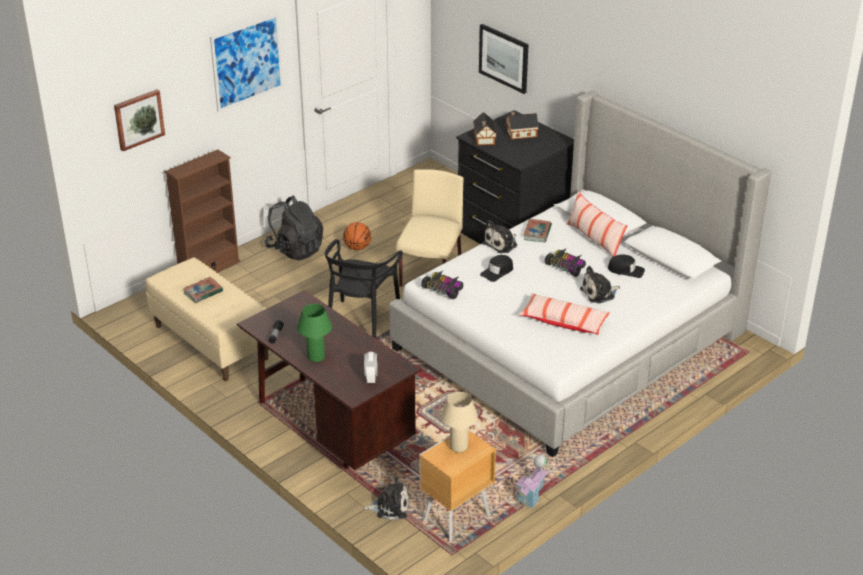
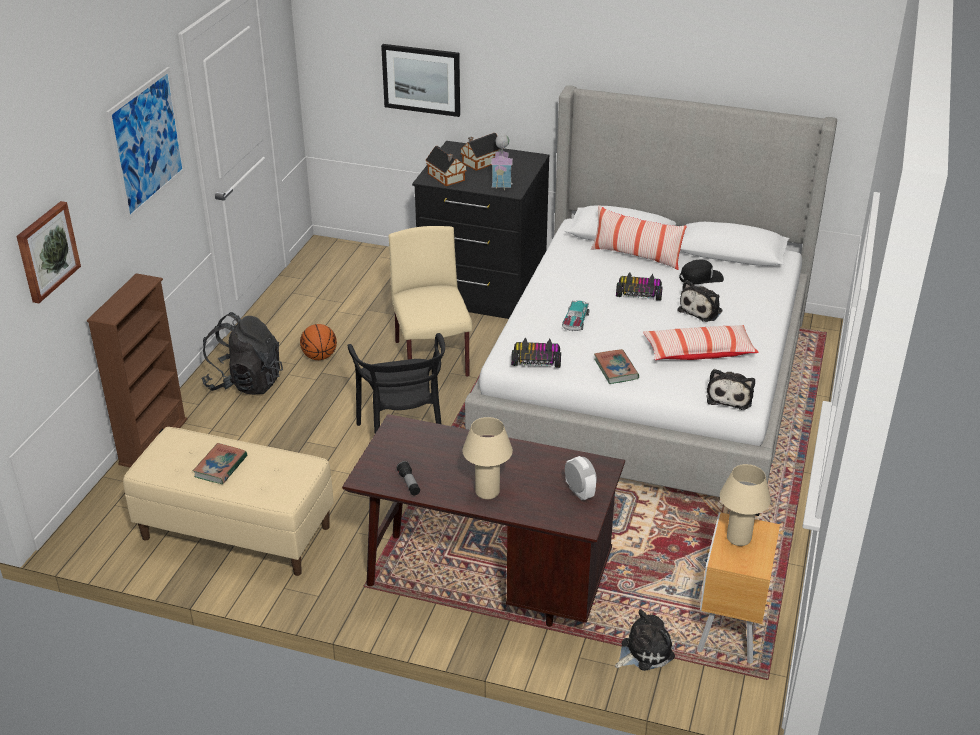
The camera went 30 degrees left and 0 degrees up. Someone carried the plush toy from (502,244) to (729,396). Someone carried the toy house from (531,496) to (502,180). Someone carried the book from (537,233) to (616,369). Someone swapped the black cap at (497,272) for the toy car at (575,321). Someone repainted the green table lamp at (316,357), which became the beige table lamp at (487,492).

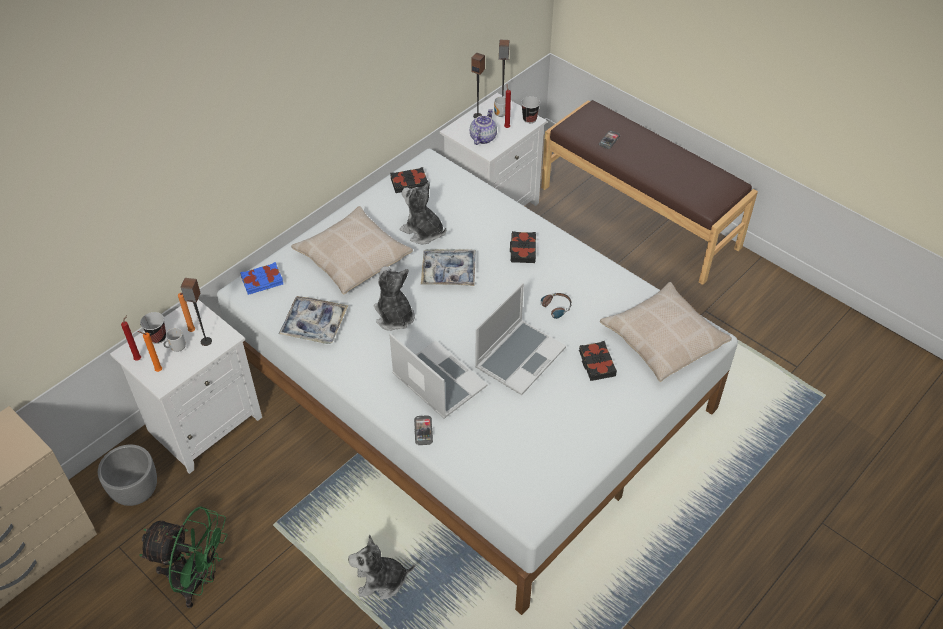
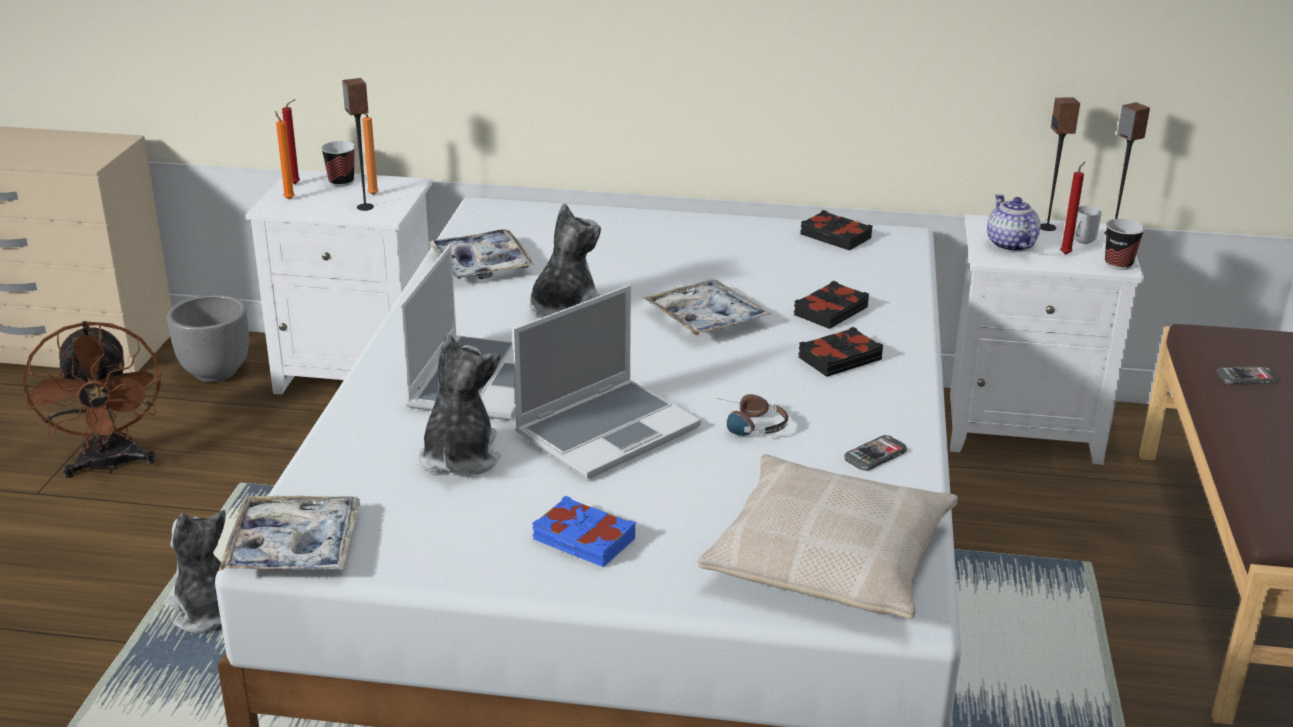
The camera went 55 degrees right and 20 degrees down. Someone took away the mug at (177,348). Someone took away the beige pillow at (353,258). Someone put down the tray at (294,547). Someone carried the blue book from (262,281) to (583,540). Someone carried the plush toy from (423,232) to (459,456). Someone carried the phone from (423,431) to (875,455). Someone carried the black book from (596,364) to (829,311). Someone repainted the green fan at (197,581), which became the brown fan at (110,465). Someone rotated the teapot at (482,138) by 90 degrees counterclockwise. Someone rotated the laptop at (519,357) by 45 degrees counterclockwise.

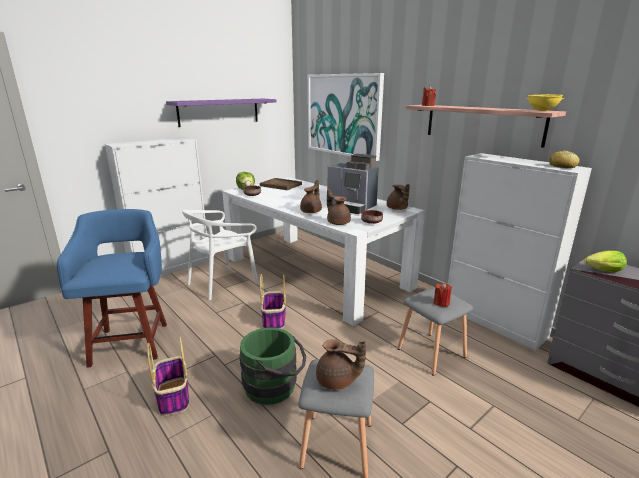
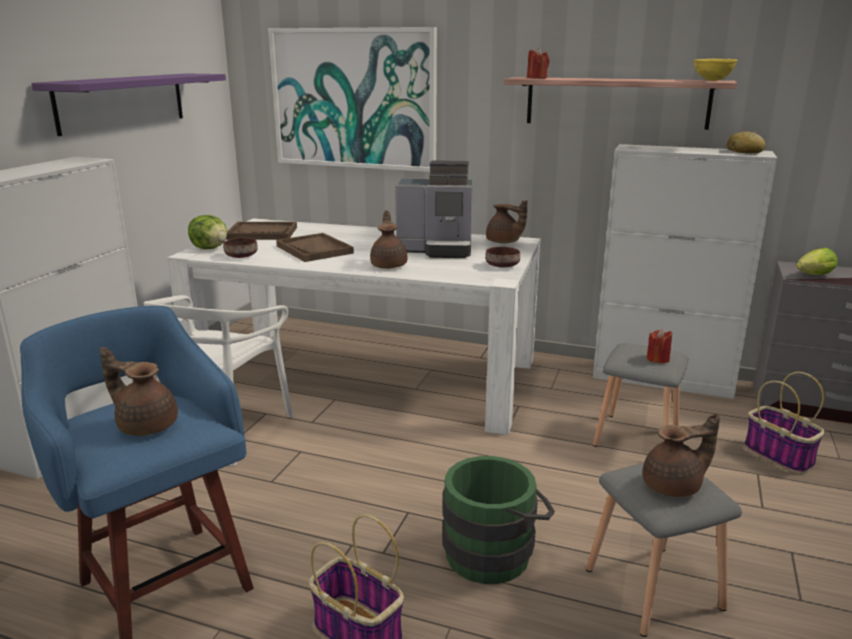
The camera went 30 degrees left and 0 degrees up. Someone put down the brown tray at (314,249). Someone carried the basket from (274,320) to (780,456). Someone carried the brown teapot from (338,222) to (146,425).

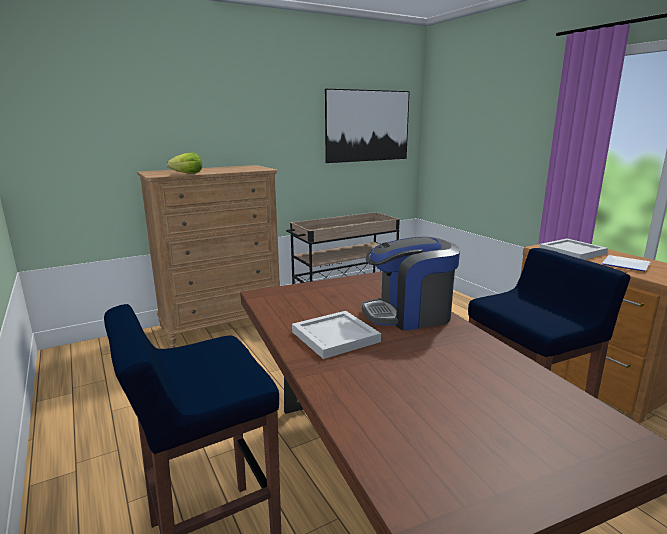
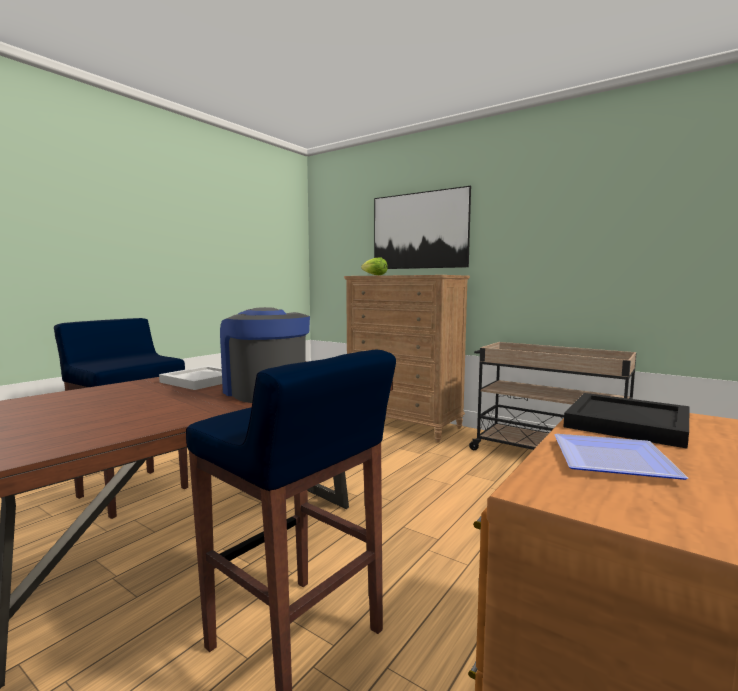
The camera went 65 degrees right and 10 degrees down. Someone carried the picture from (368,126) to (419,230). Someone repainted the white tray at (572,251), which became the black tray at (629,423).

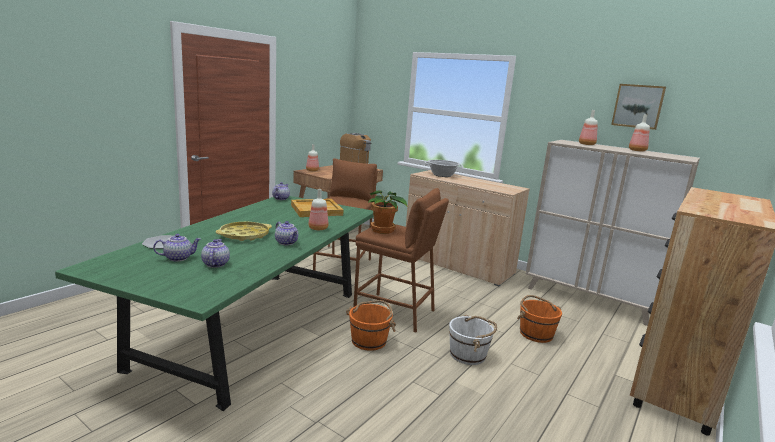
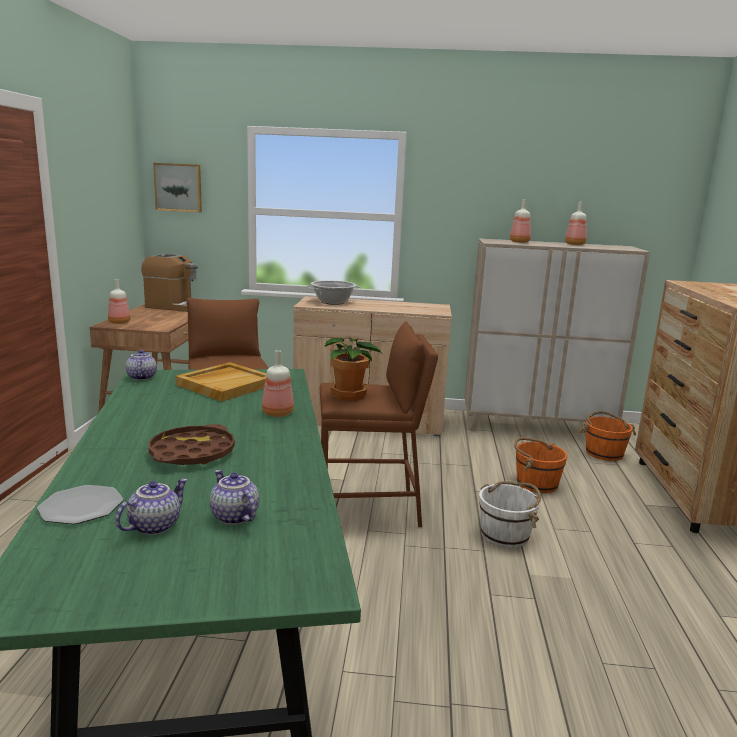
The camera went 30 degrees left and 0 degrees up. Someone took away the teapot at (287,242). Someone carried the orange bucket from (369,340) to (604,453). Someone carried the picture from (638,106) to (178,187). Someone repainted the yellow tray at (244,235), which became the brown tray at (192,453).

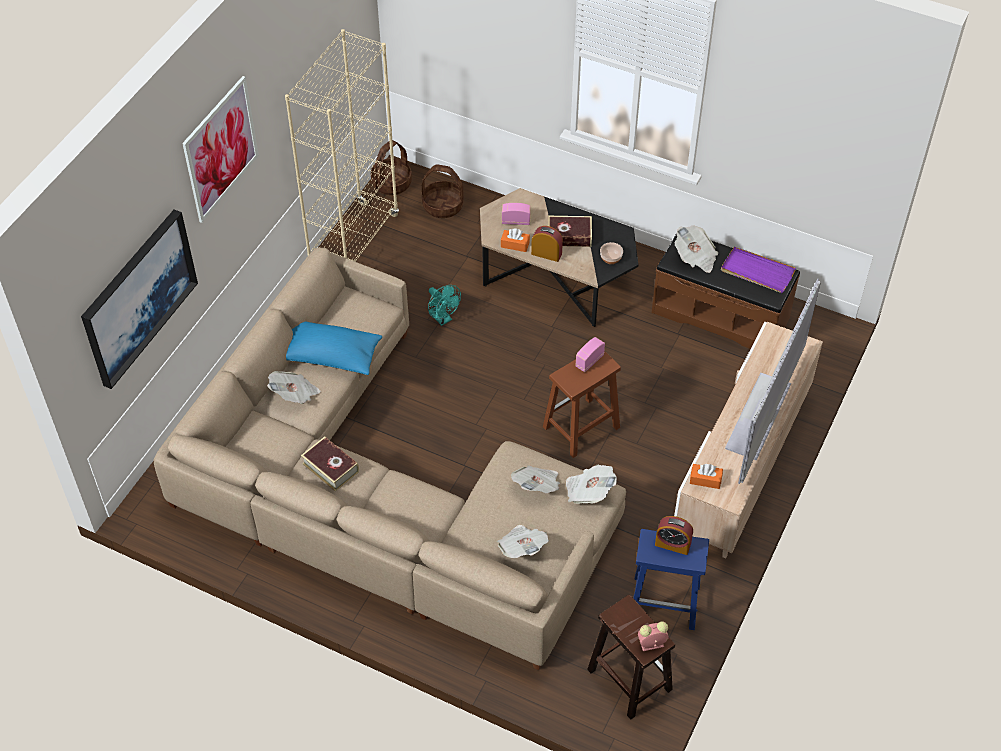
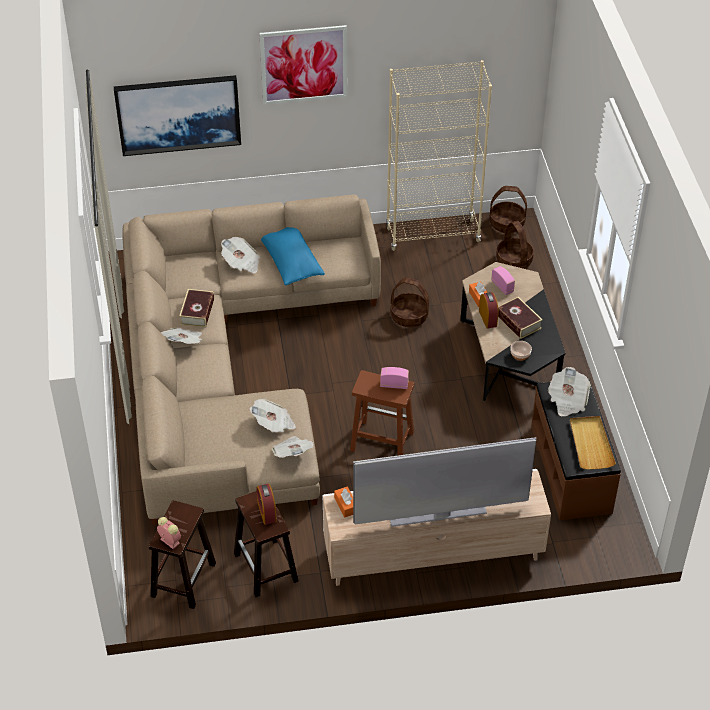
The camera went 55 degrees right and 5 degrees down. Someone carried the newspaper from (522,548) to (184,343). Someone swapped the turquoise fan at (443,318) for the basket at (409,316). Someone repainted the blue stool at (665,602), which became the brown stool at (266,568). Someone repainted the purple tray at (757,272), which became the beige tray at (590,444).

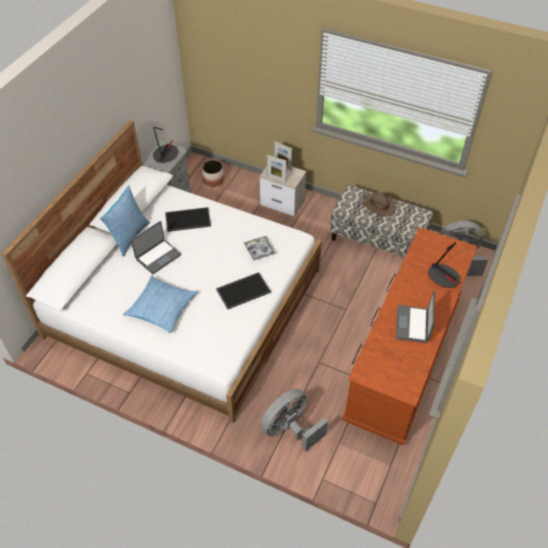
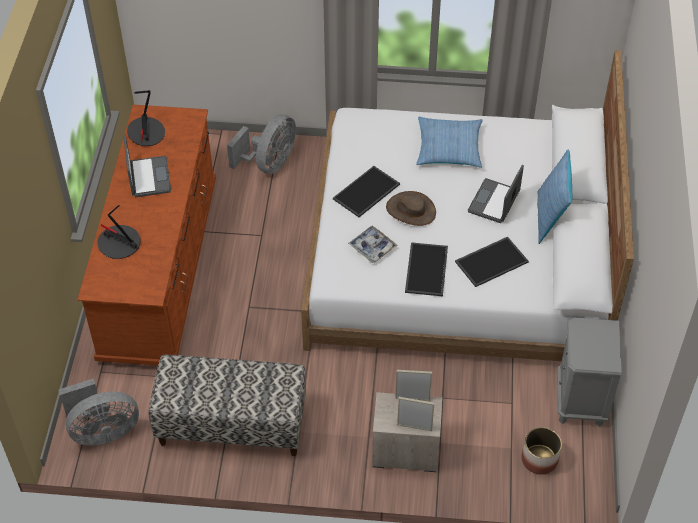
The camera went 160 degrees right and 0 degrees up. Someone put down the tray at (425,269). Someone carried the table lamp from (165,154) to (146,133). Someone carried the brown hat from (378,205) to (411,210).

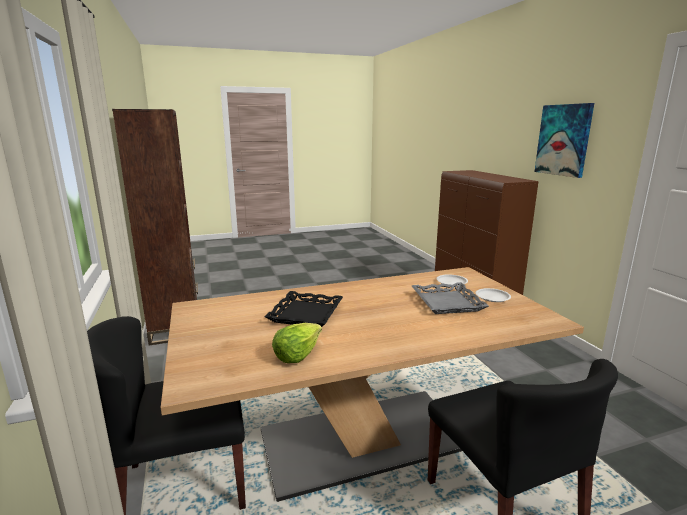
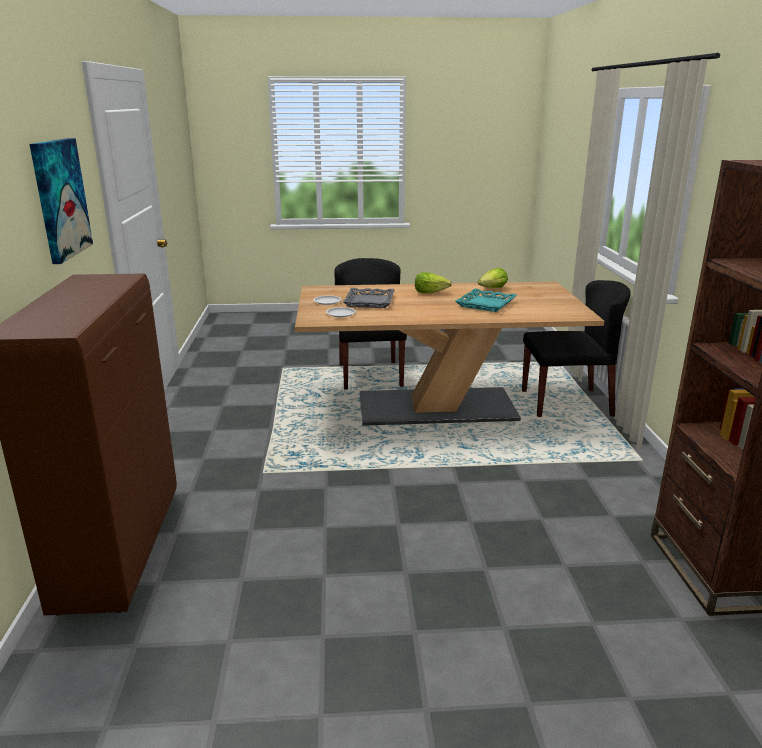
The camera went 165 degrees left and 5 degrees up. Someone put down the lettuce at (430,292). Someone repainted the black tray at (306,314), which became the turquoise tray at (485,304).

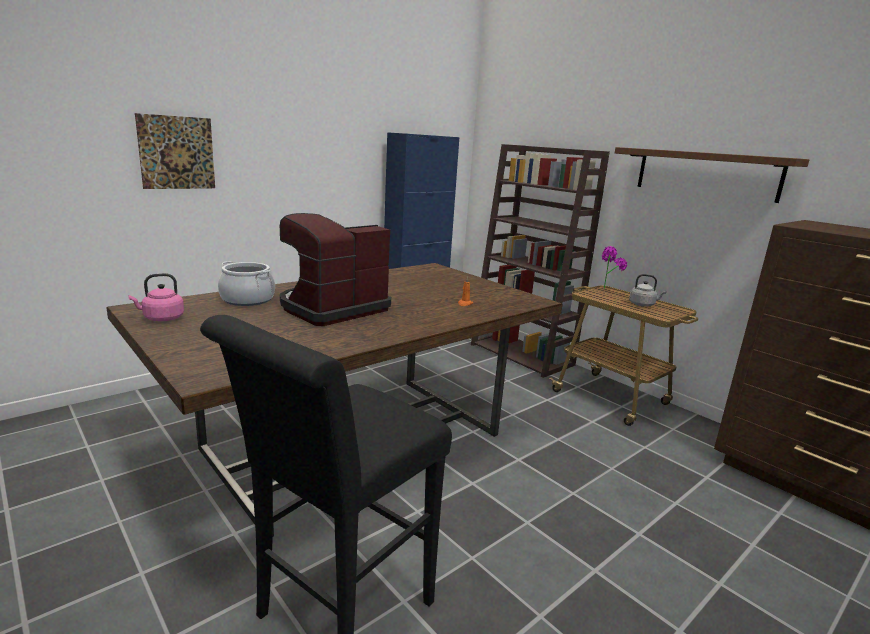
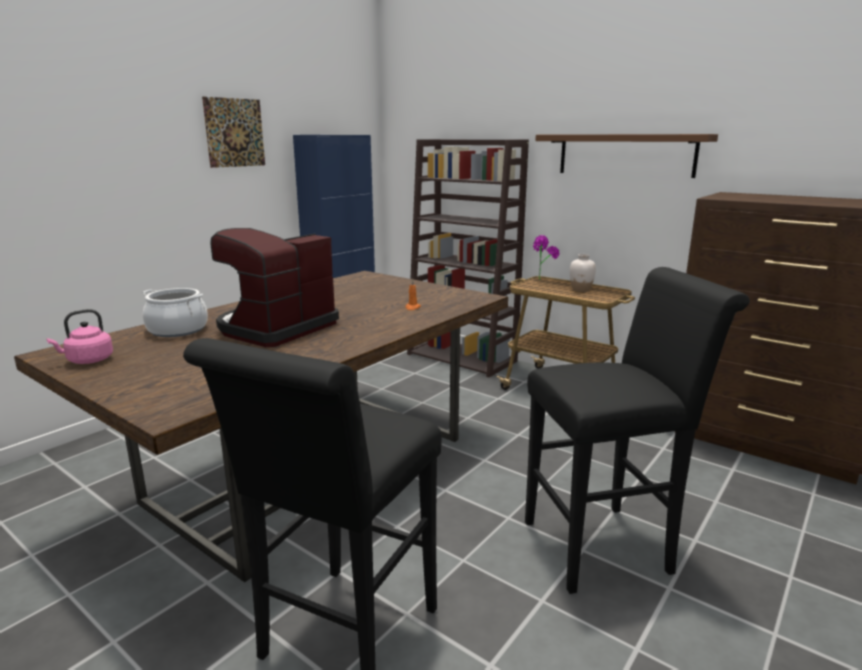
The camera went 10 degrees left and 0 degrees up. Someone put down the black stool at (606,545). Someone carried the picture from (177,153) to (235,132). Someone swapped the grey kettle at (643,305) for the white vase at (581,290).

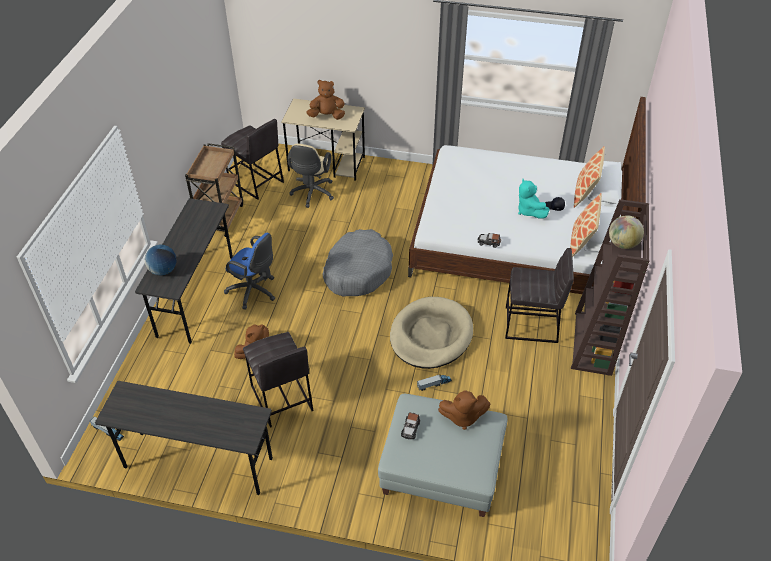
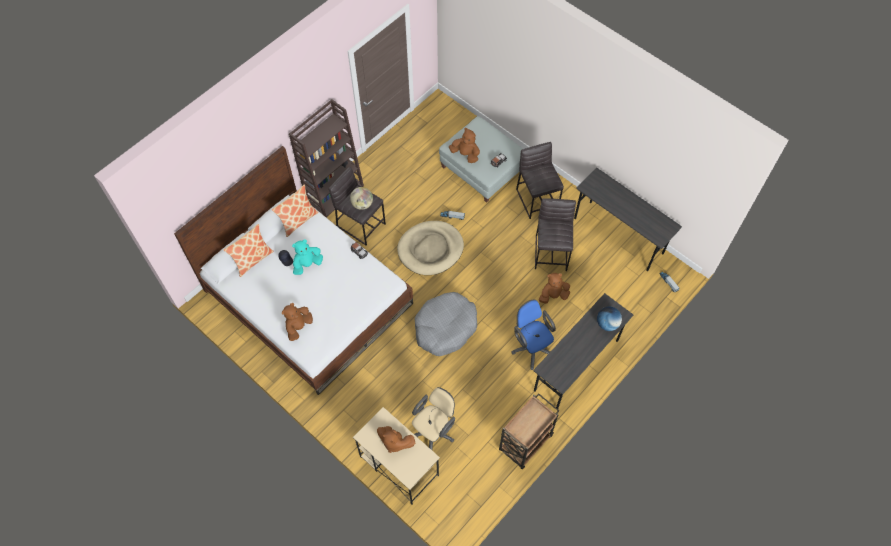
The camera went 150 degrees left and 15 degrees up. Someone put down the brown plush toy at (298,326). Someone carried the grey stool from (255,182) to (537,199). Someone carried the globe from (622,244) to (362,204). Someone rotated the turquoise plush toy at (529,211) by 135 degrees counterclockwise.

